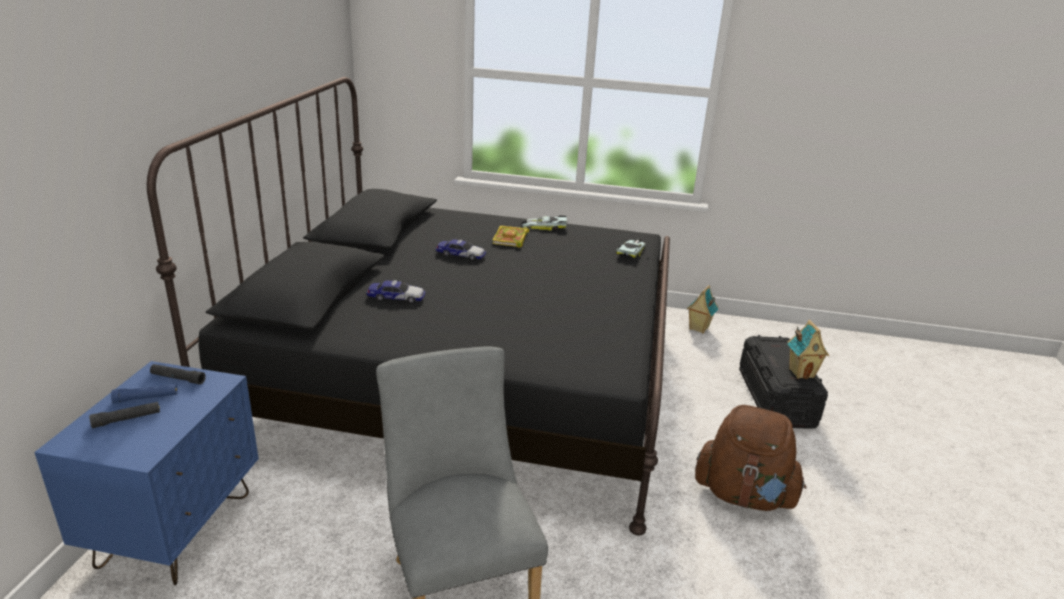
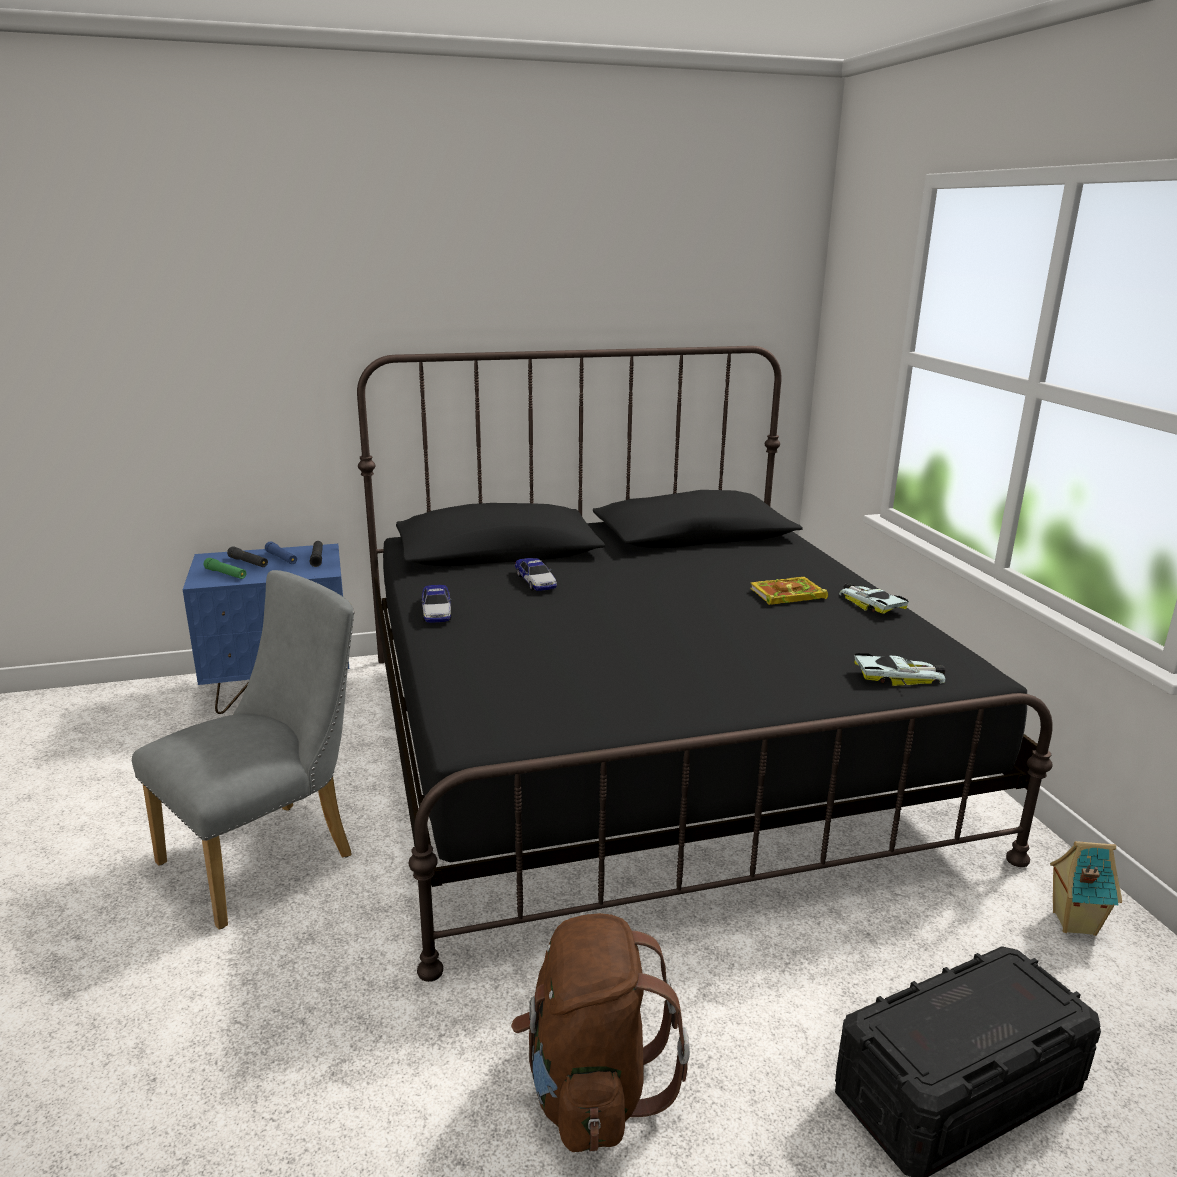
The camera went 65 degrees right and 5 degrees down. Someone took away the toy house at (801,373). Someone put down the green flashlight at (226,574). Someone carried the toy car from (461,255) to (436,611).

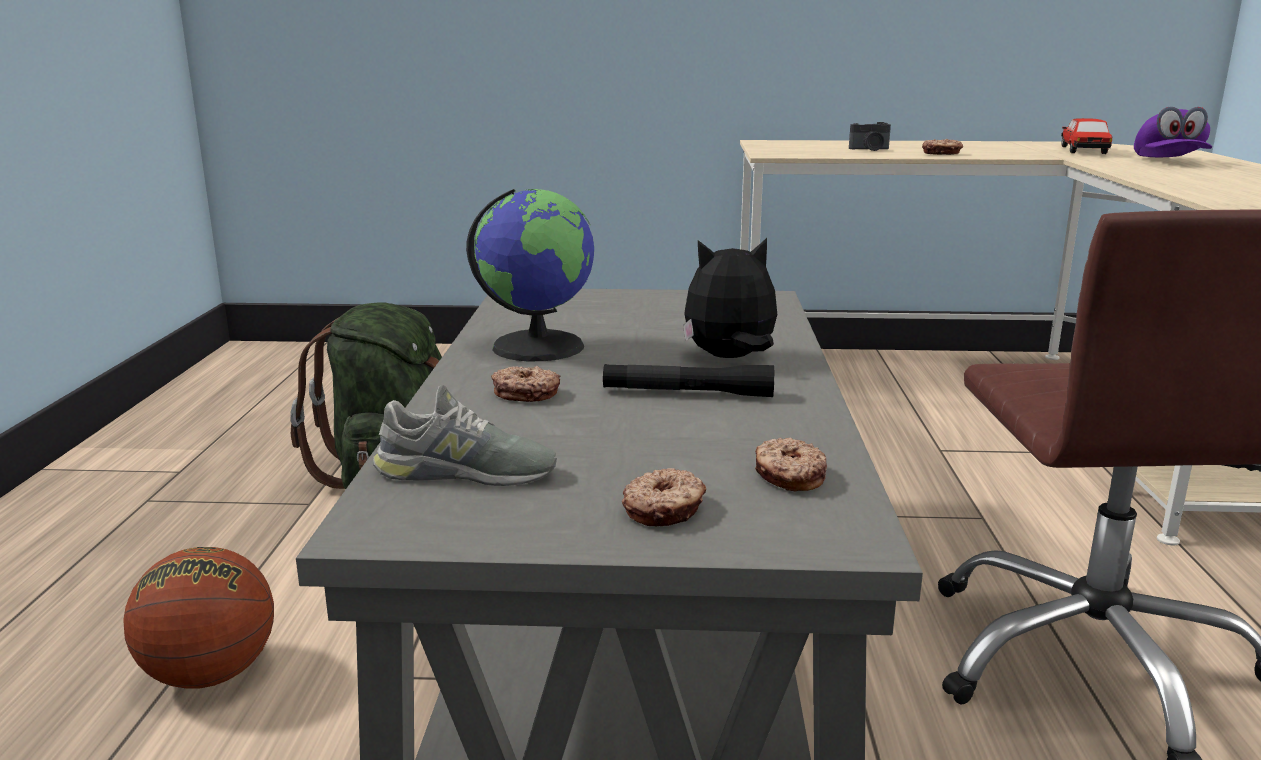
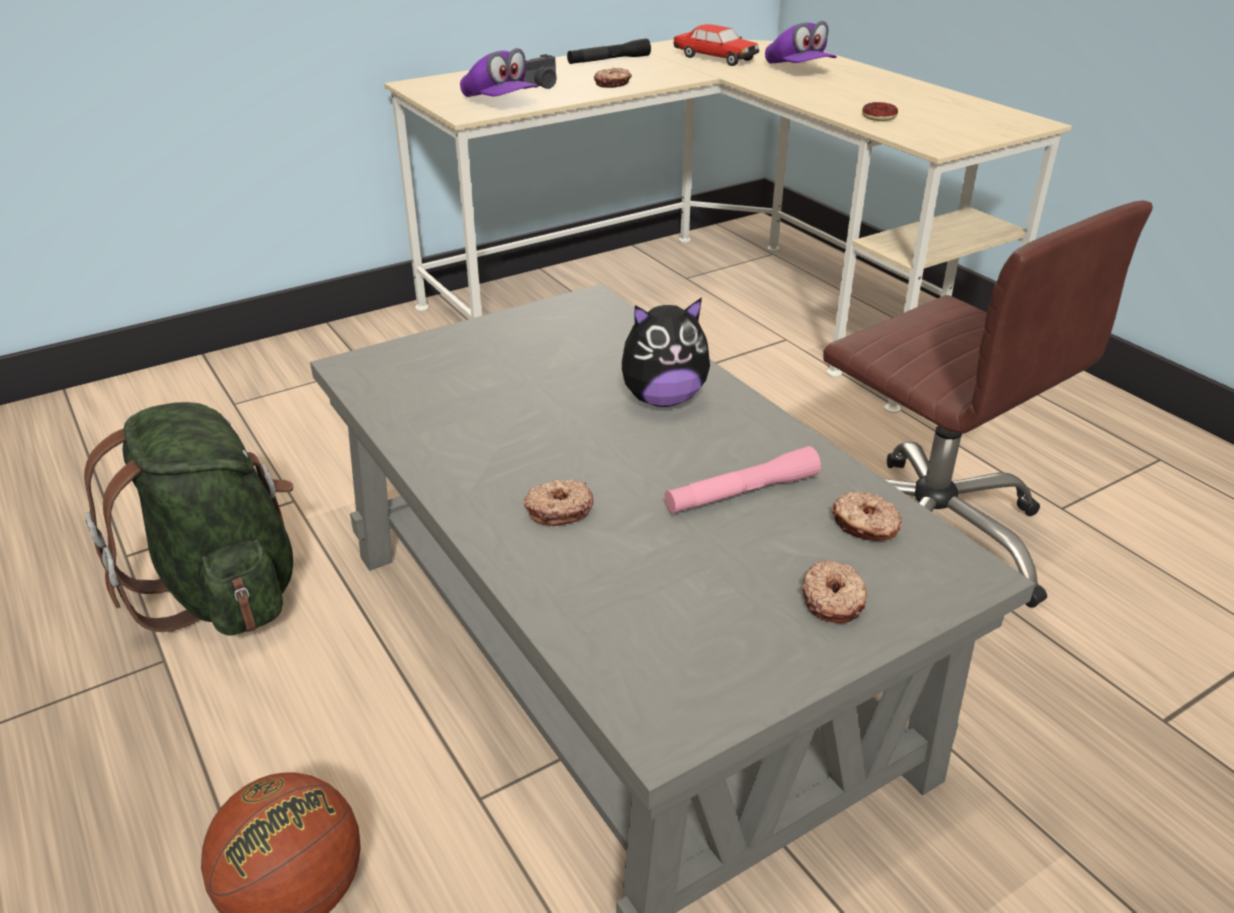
The camera went 35 degrees left and 15 degrees up. Someone took away the grey shoe at (465,472). Someone took away the globe at (538,346). Someone put down the purple cap at (500,102). Someone put down the pink flashlight at (741,493). Someone put down the donut at (879,117). Someone carried the black flashlight from (687,393) to (609,60). Someone rotated the plush toy at (730,358) by 150 degrees counterclockwise. Someone rotated the toy car at (1084,151) by 150 degrees clockwise.

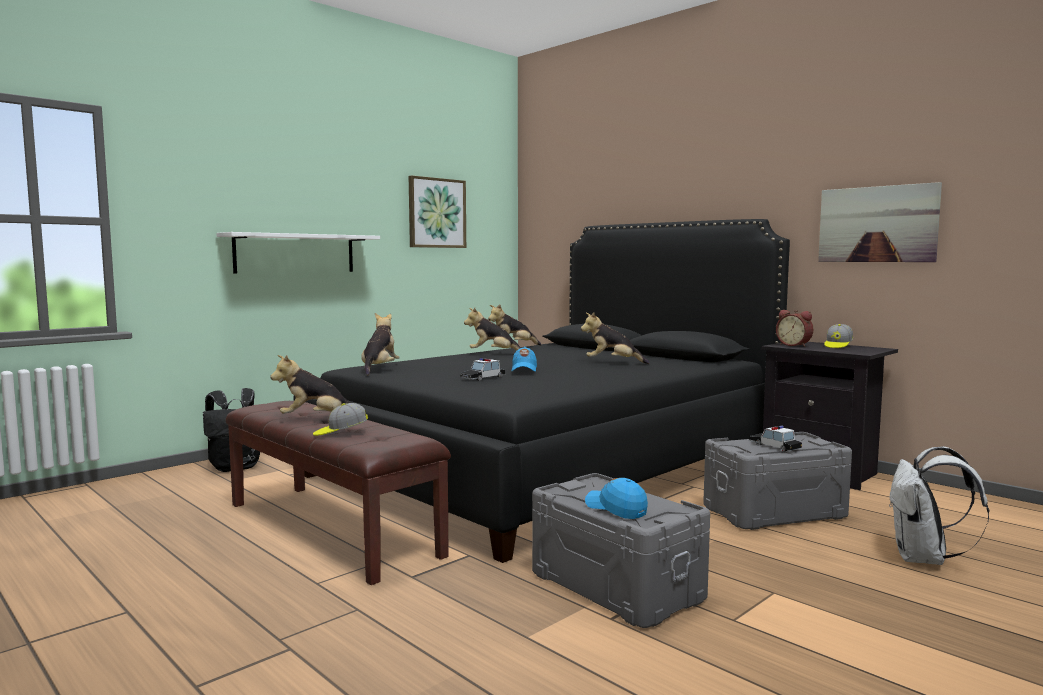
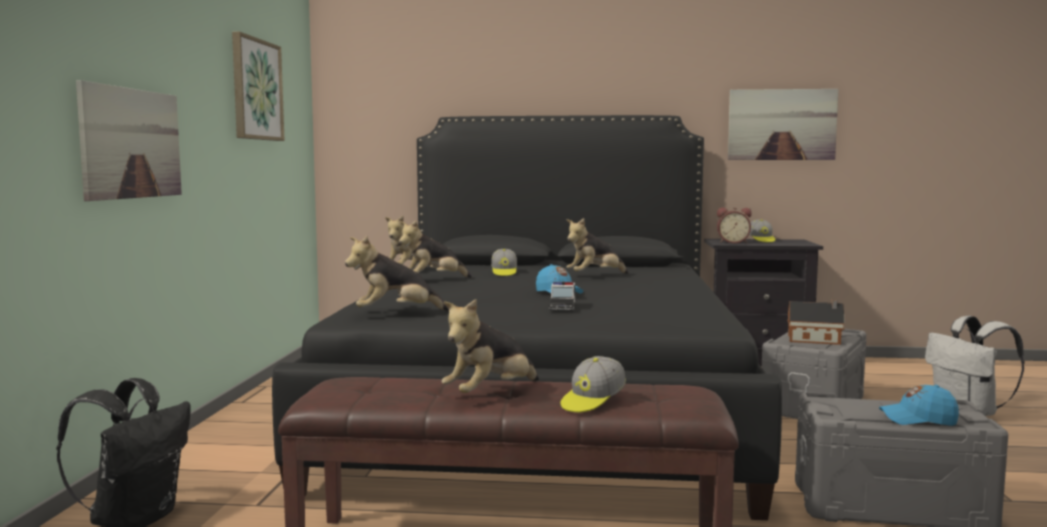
The camera went 40 degrees left and 0 degrees up. Someone put down the cap at (504,273). Someone swapped the white shelf at (295,253) for the picture at (131,143). Someone swapped the toy car at (774,446) for the toy house at (816,340). Someone rotated the plush toy at (379,369) by 75 degrees counterclockwise.

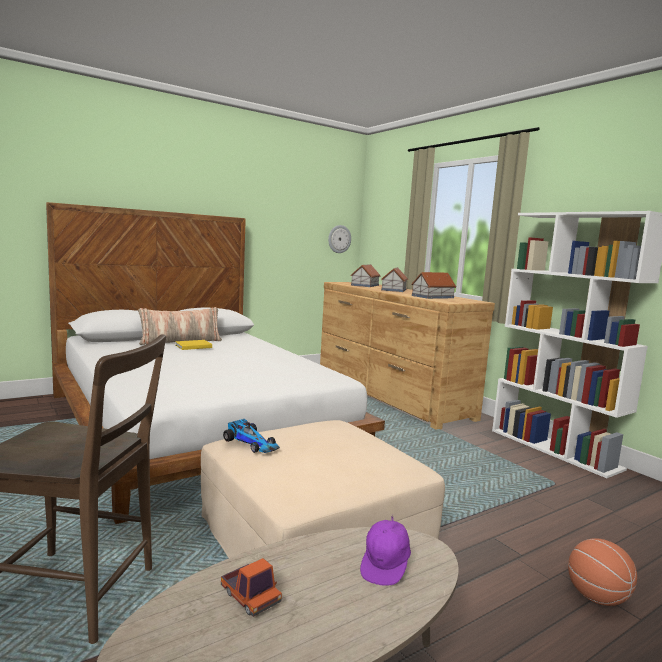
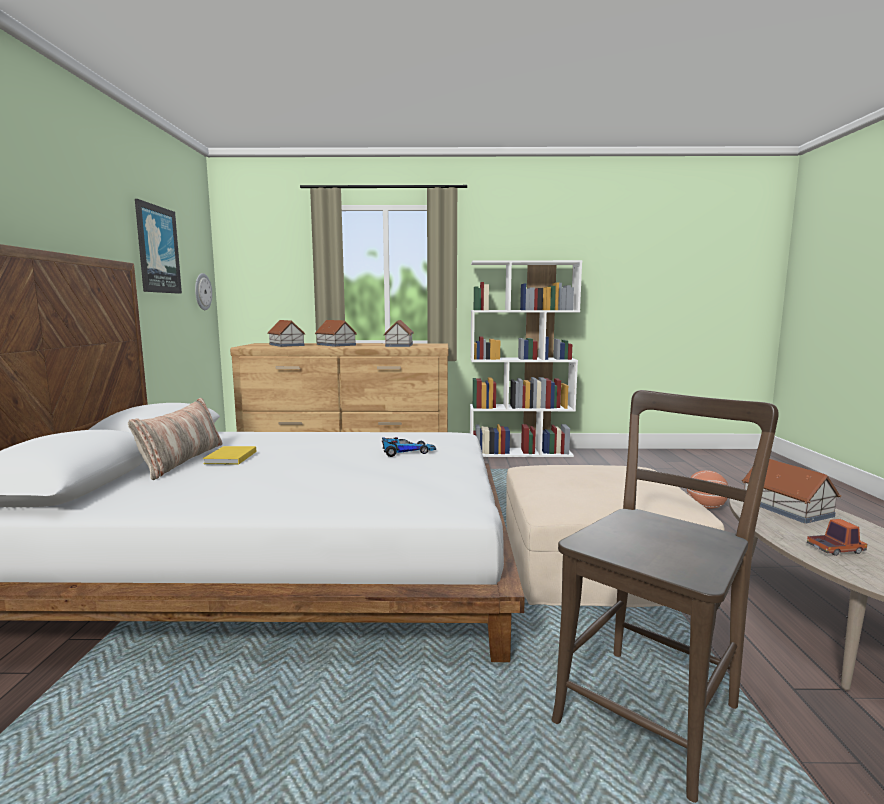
The camera went 55 degrees left and 0 degrees up. Someone put up the picture at (157,249). Someone carried the toy car from (252,443) to (406,452). Someone swapped the purple cap at (385,566) for the toy house at (786,508).

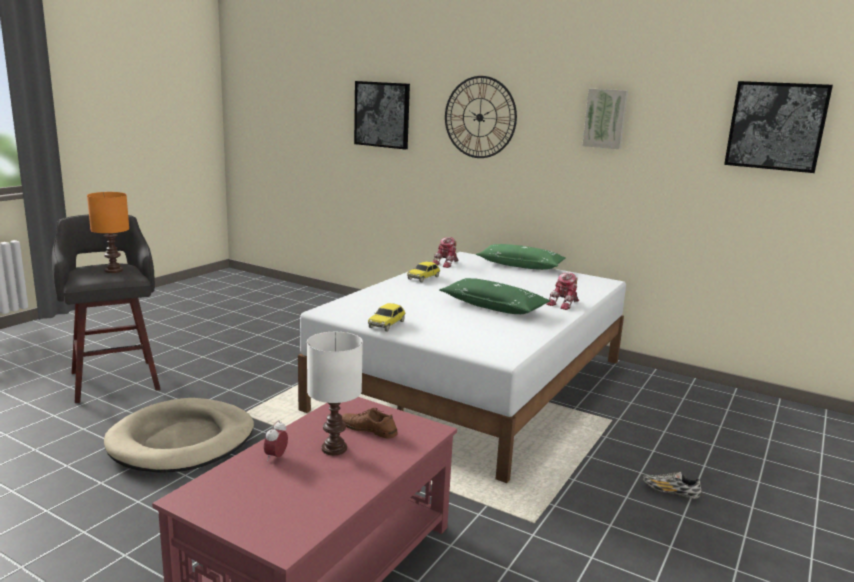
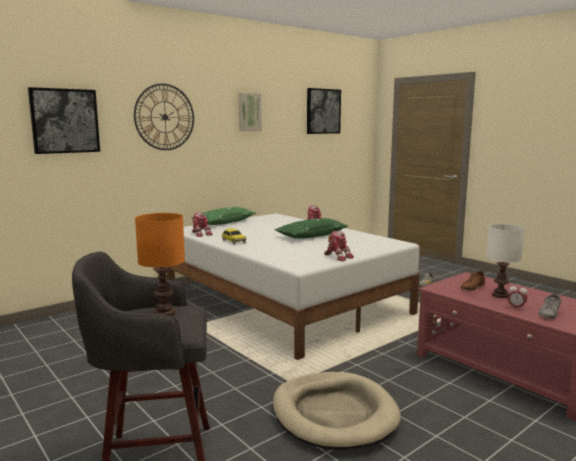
The camera went 70 degrees left and 5 degrees down. Someone put down the grey shoe at (549,313). Someone swapped the toy car at (387,324) for the toy robot at (338,257).

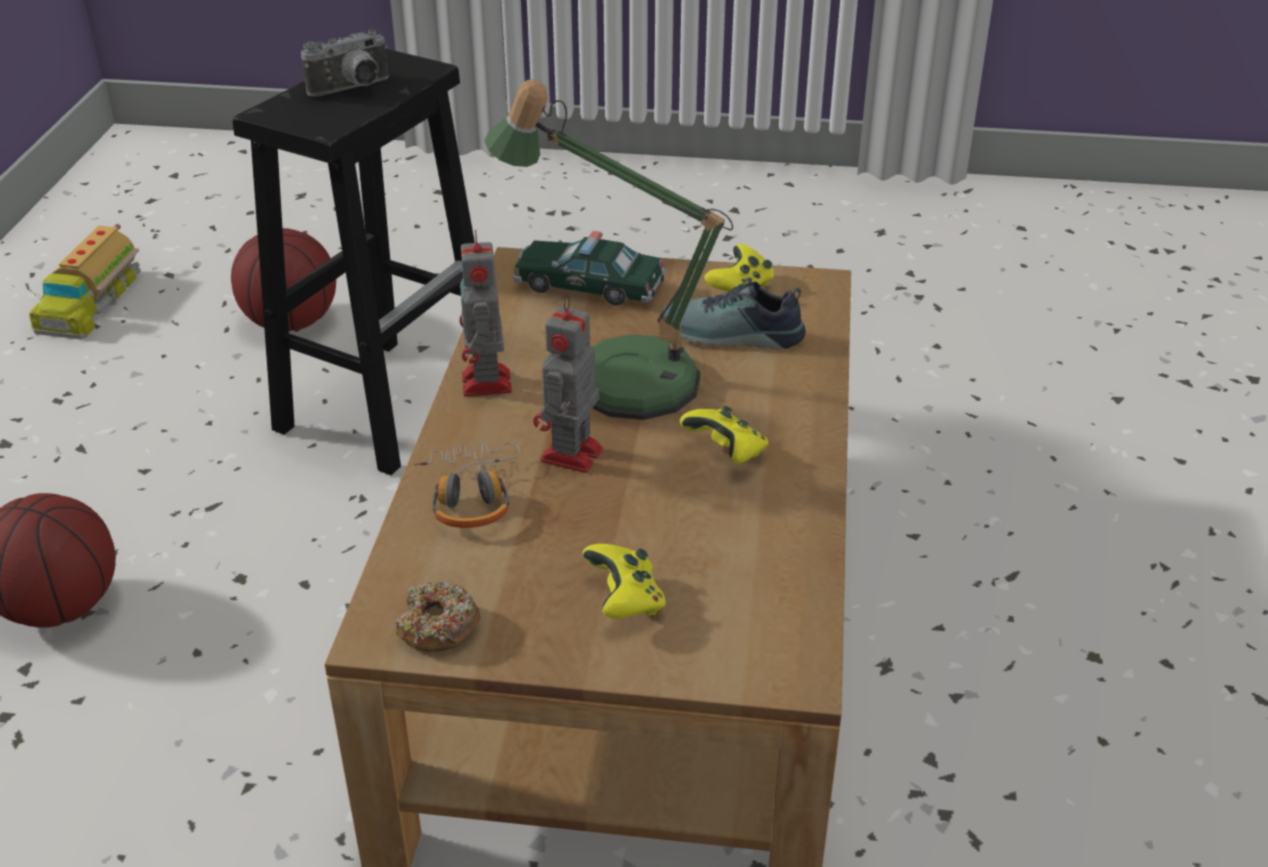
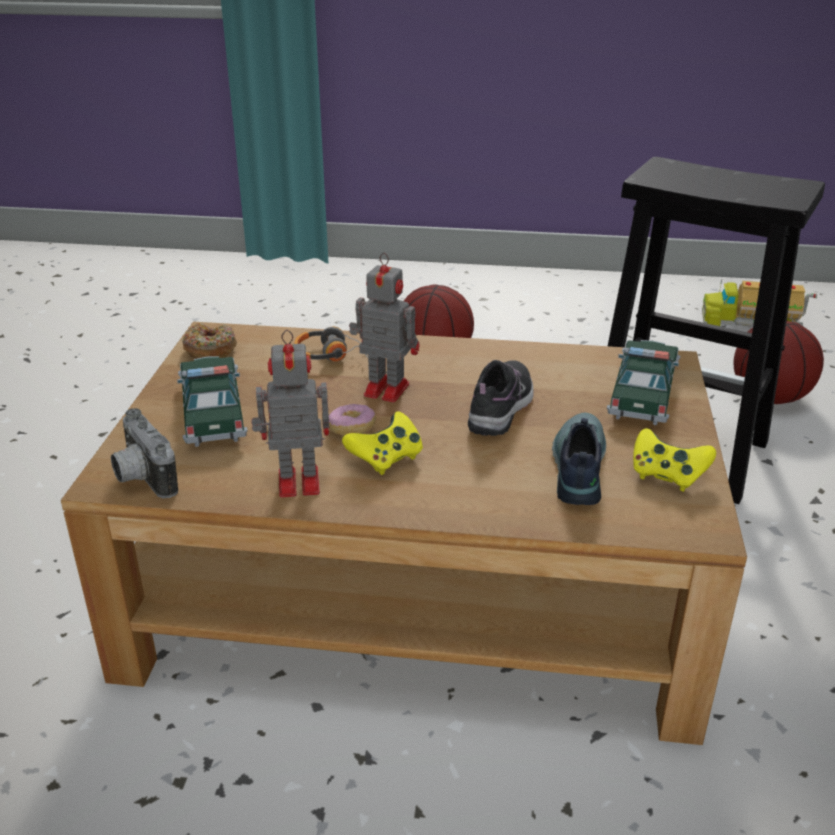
The camera went 90 degrees right and 5 degrees down. Someone put down the donut at (352,429). Someone carried the photo camera from (353,89) to (141,478). Someone carried the toy robot from (487,385) to (295,482). Someone swapped the table lamp at (616,373) for the shoe at (501,407). Someone swapped the yellow game controller at (625,601) for the toy car at (213,412).

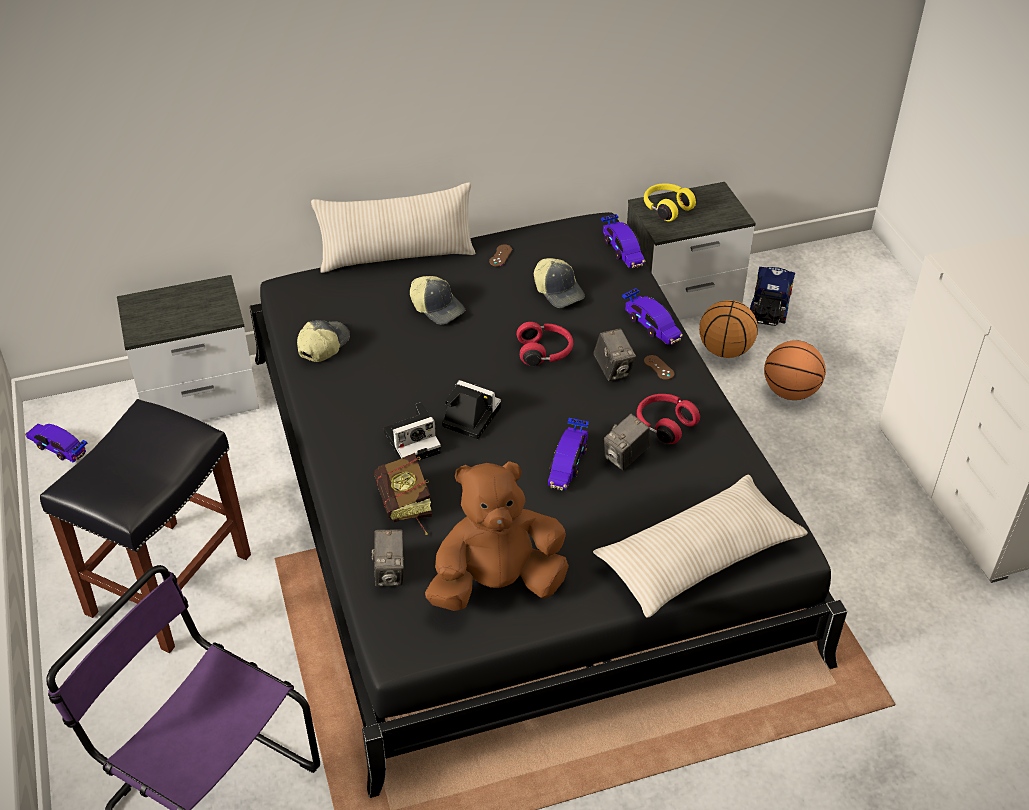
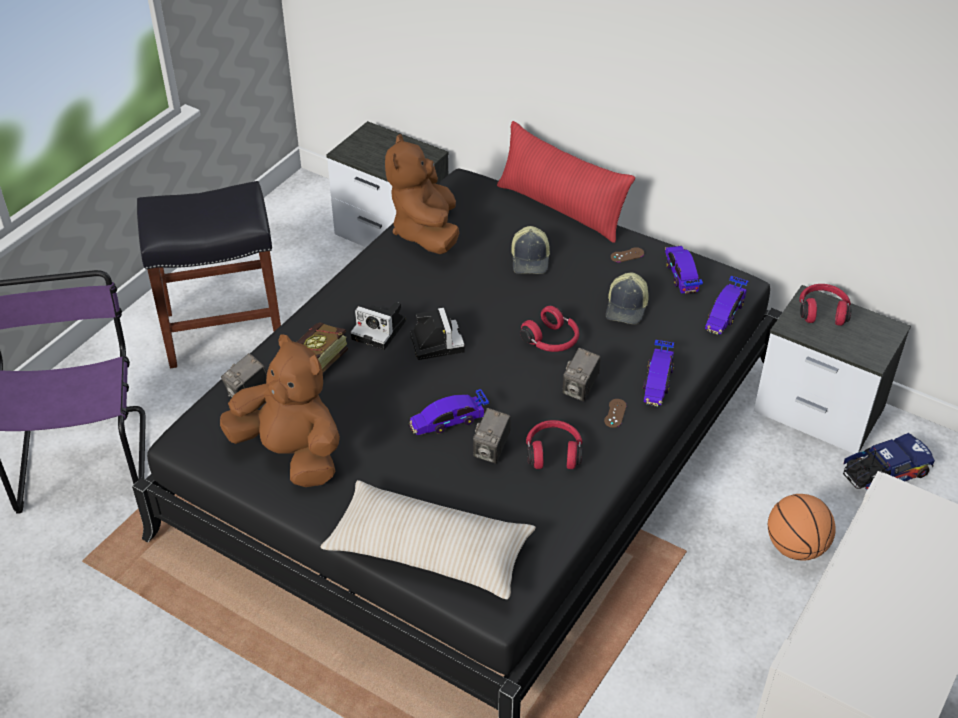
The camera went 50 degrees right and 0 degrees up. Someone took away the basketball at (725,350). Someone carried the toy car from (57,447) to (681,274). Someone swapped the cap at (323,345) for the brown plush toy at (426,232). Someone repainted the beige pillow at (397,256), which became the red pillow at (561,209). Someone repainted the yellow headphones at (666,208), which became the red headphones at (822,311). Someone rotated the photo camera at (625,457) by 75 degrees counterclockwise.

